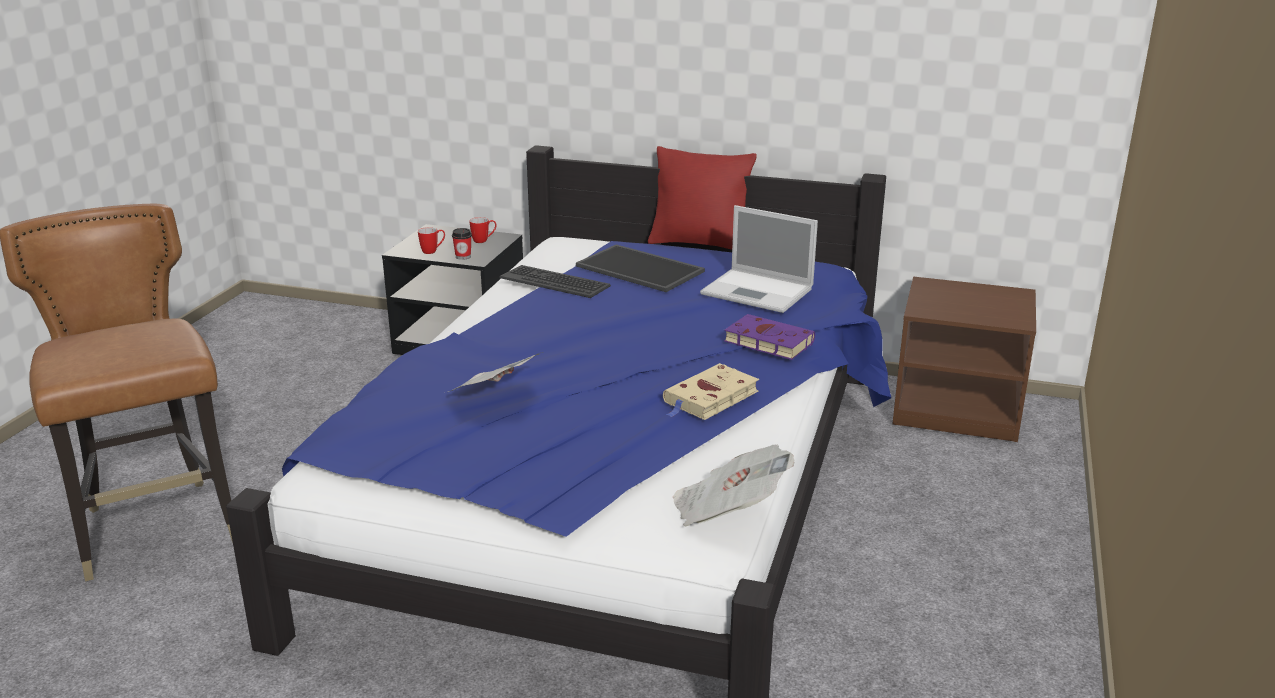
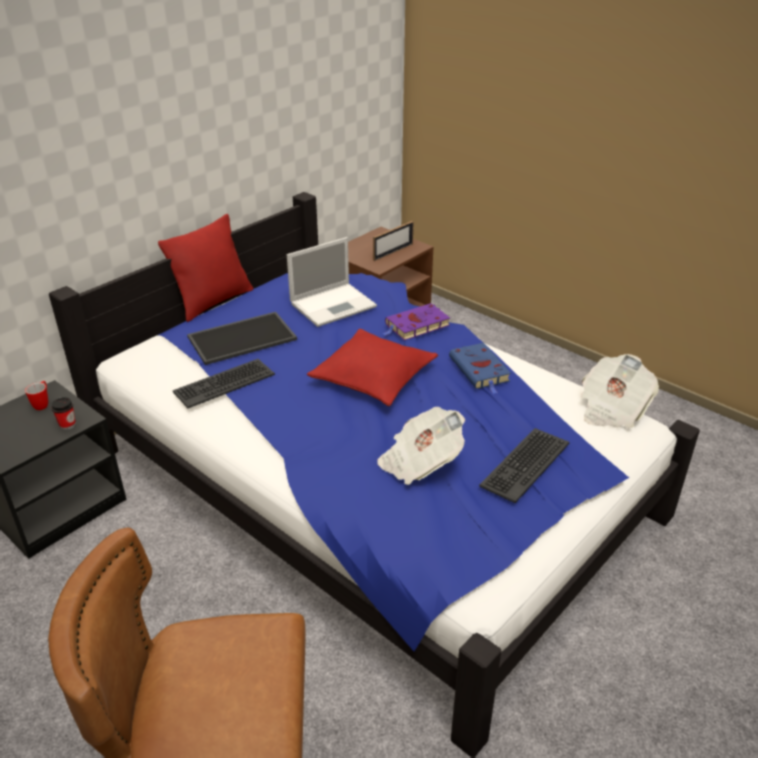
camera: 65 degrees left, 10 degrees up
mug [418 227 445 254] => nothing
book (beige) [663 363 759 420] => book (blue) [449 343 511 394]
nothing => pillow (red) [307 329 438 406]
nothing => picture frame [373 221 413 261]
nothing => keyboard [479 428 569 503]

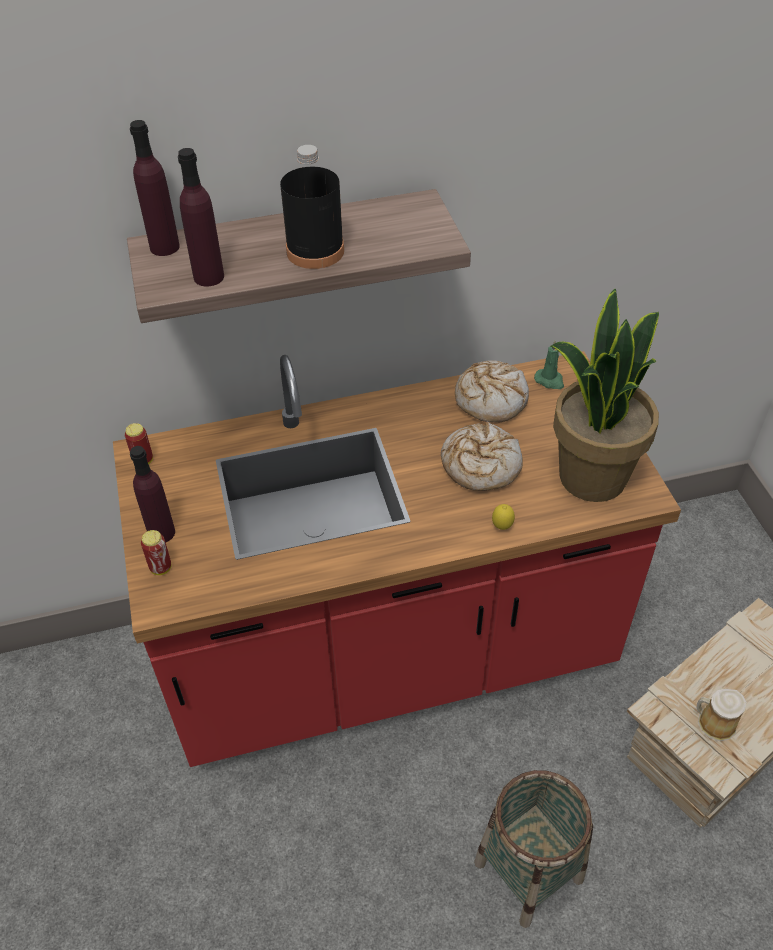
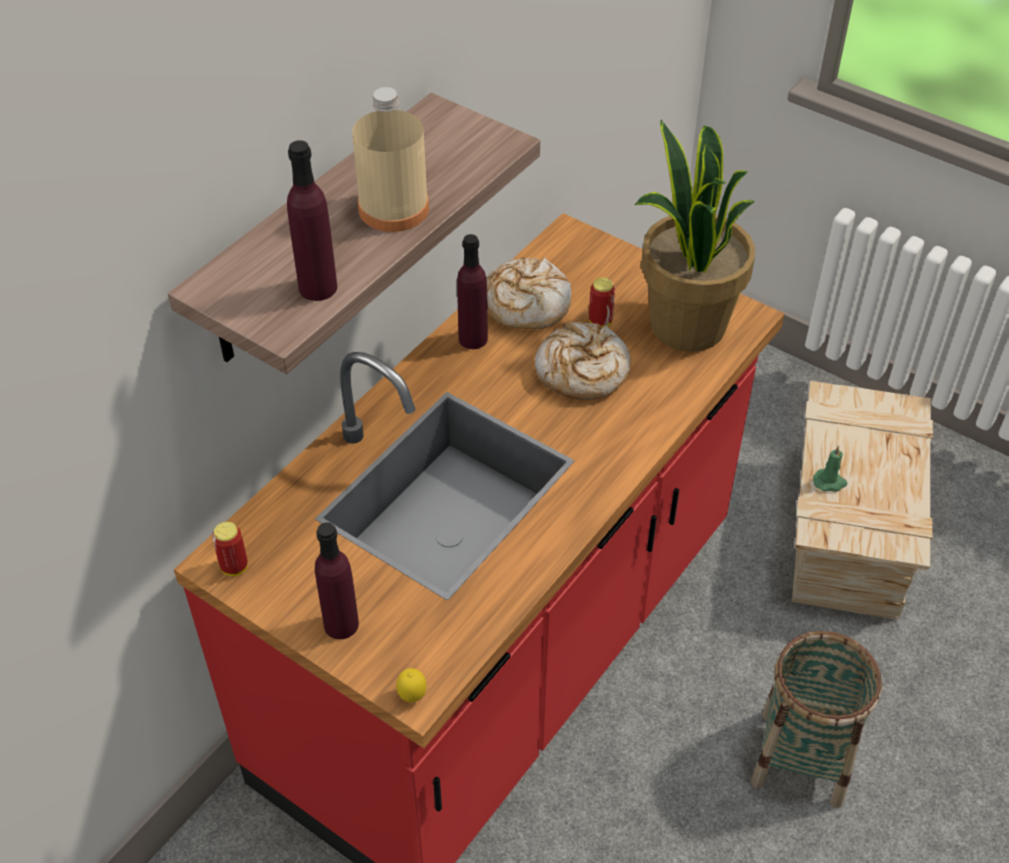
camera: 40 degrees left, 0 degrees up
bottle (purple) [130 120 180 256] => bottle (purple) [457 234 488 349], move
can [141 530 171 575] => can [589 277 615 327], move
bottle (black) [280 145 344 269] => bottle (beige) [352 87 429 232]
lemon [492 504 515 530] => lemon [396 668 427 702], move
candle (green) [534 341 564 389] => candle (green) [813 446 847 492], move
mug [696 689 747 741] => nothing

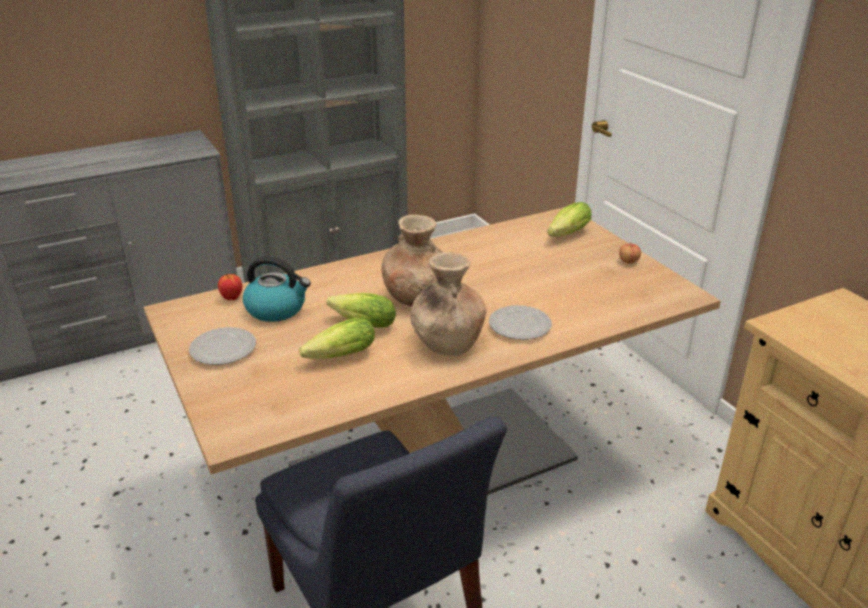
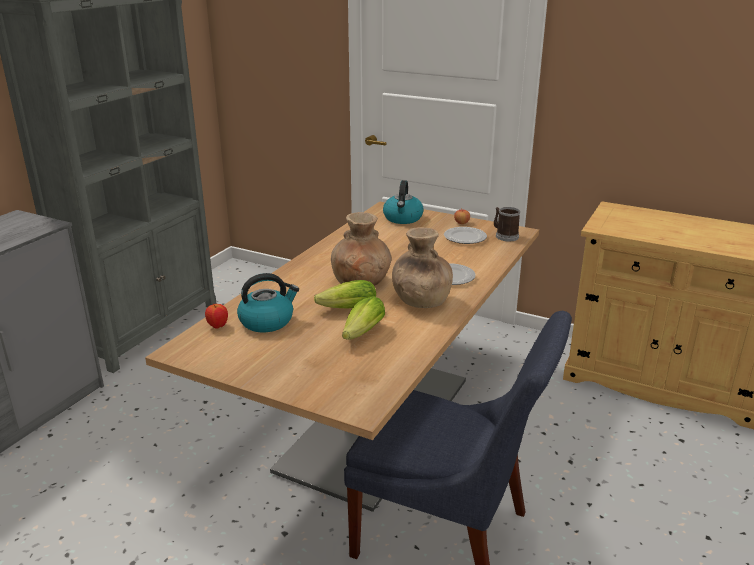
camera: 35 degrees left, 5 degrees down
plate [189 327 256 365] => plate [444 227 487 244], move
lettuce [547 202 592 237] => kettle [383 180 424 224]
nothing => mug [494 207 520 241]

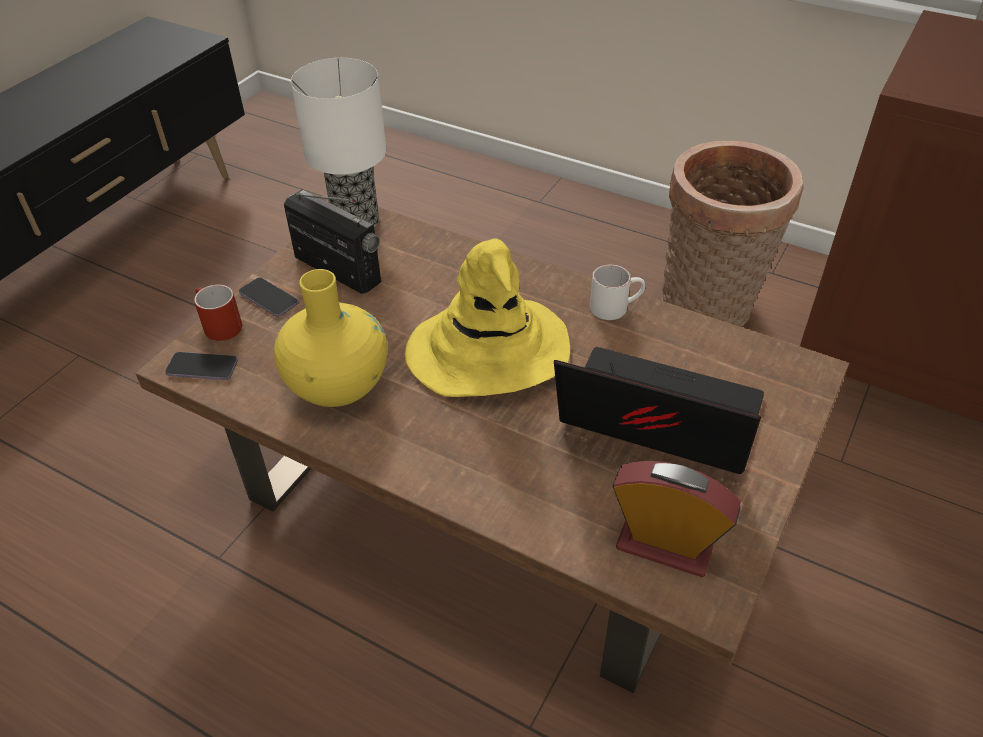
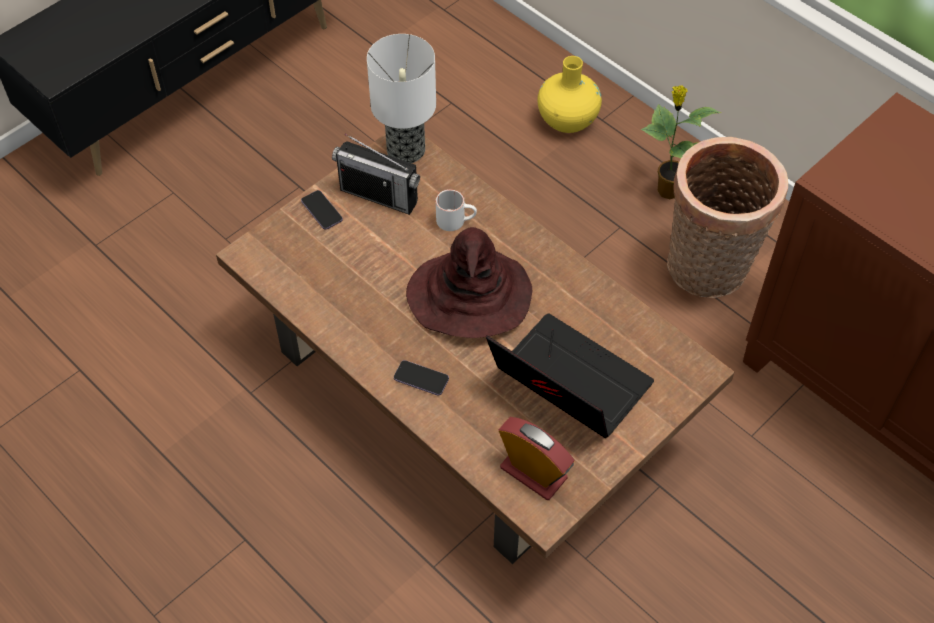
camera: 15 degrees right, 10 degrees up
phone [165 352 238 380] => phone [394 360 449 396], move
mug (red) [194 284 242 341] => nothing
vase (yellow) [274 269 388 407] => vase (yellow) [537 56 602 133], move
radio [284 190 381 294] => radio [332 134 420 215], 150 degrees clockwise
hat (yellow) [405 239 570 397] => hat (brown) [406 227 532 338]
mug (white) [590 264 645 320] => mug (white) [436 189 477 231], move
nothing => potted plant [641 85 721 199]

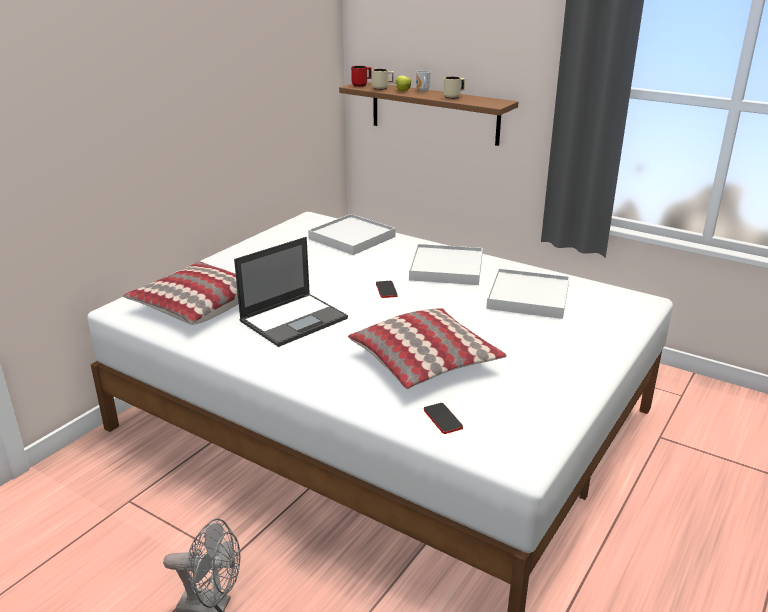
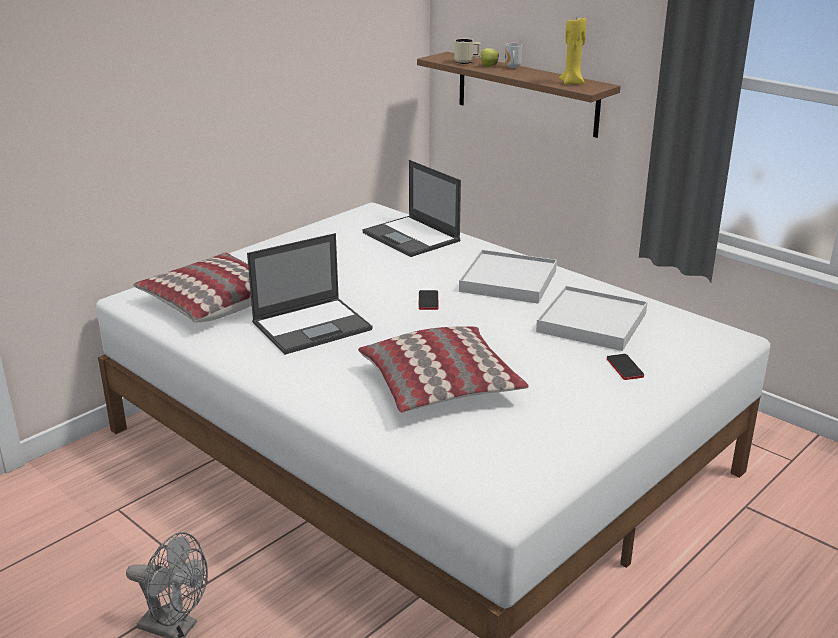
camera: 10 degrees right, 0 degrees up
tray (white) [308 214 396 255] => laptop [362 160 461 257]
mug (red) [351 66 372 87] => nothing
phone [424 403 463 434] => phone [607 354 644 380], move
mug (beige) [444 76 465 99] => nothing
nothing => candle (yellow) [559 17 586 85]

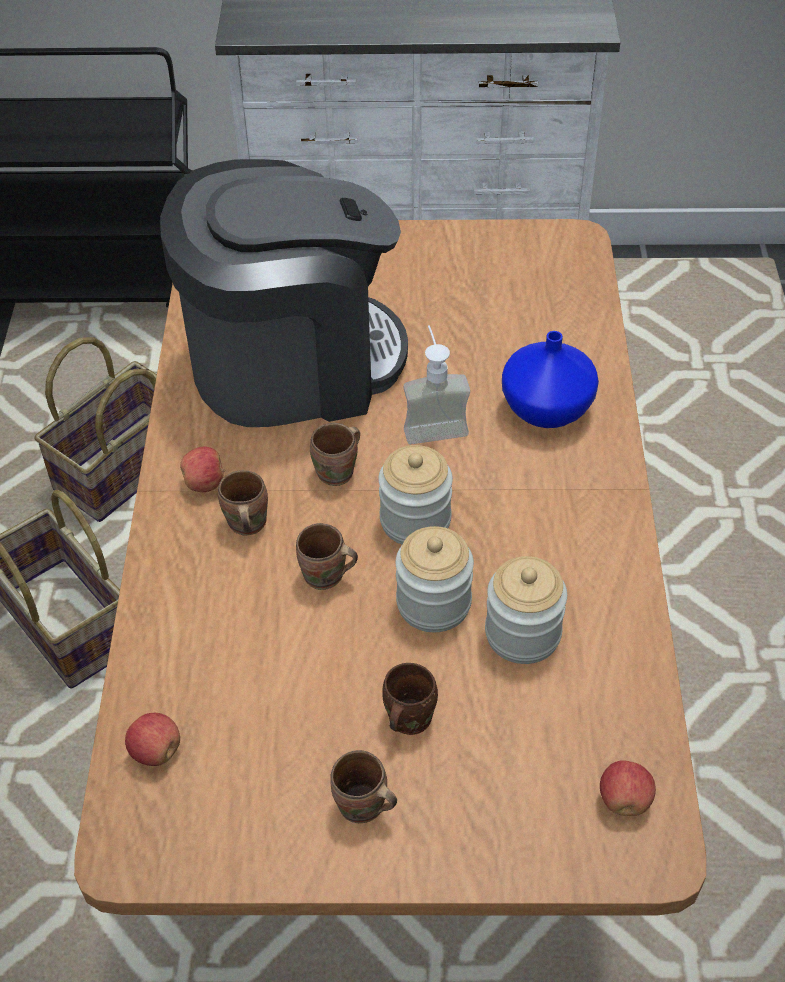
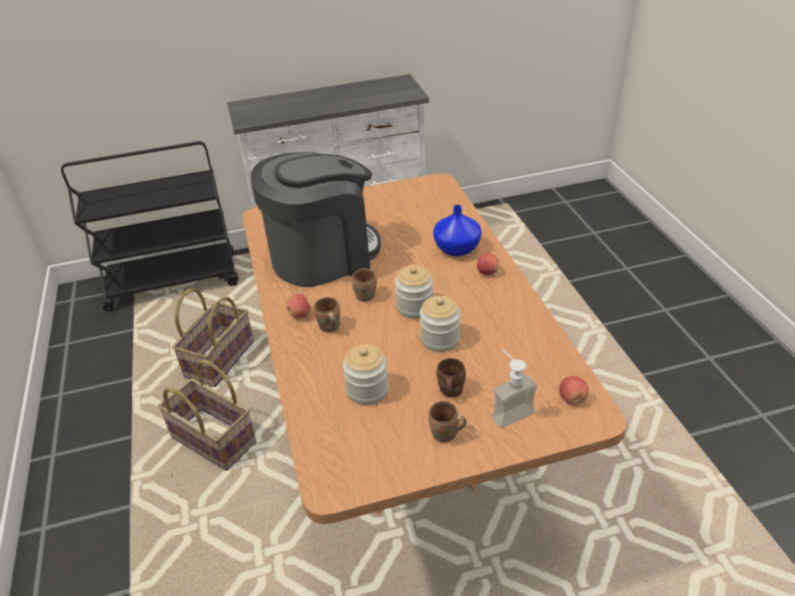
camera: 15 degrees left, 10 degrees down
apple [125 713 180 766] => apple [477 253 499 275], move
mug (brown) [296 523 358 590] => nothing
soap dispenser [403 325 470 444] => soap dispenser [492 349 537 428], move
jar [485 556 567 664] => jar [343 344 388 405], move

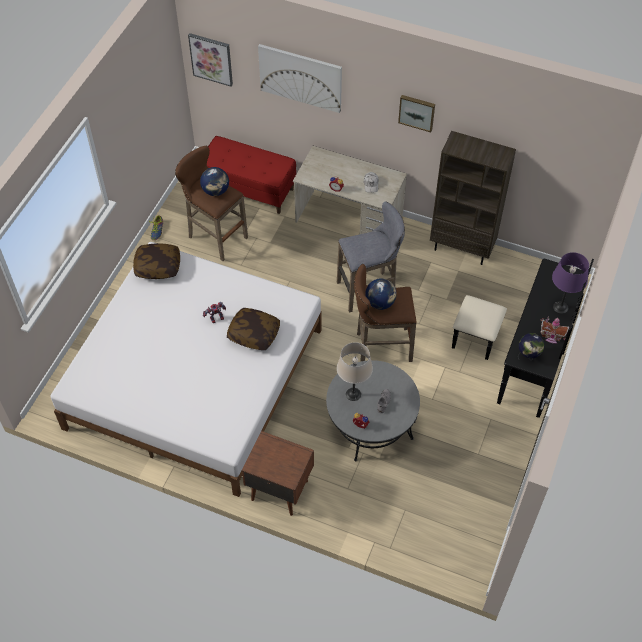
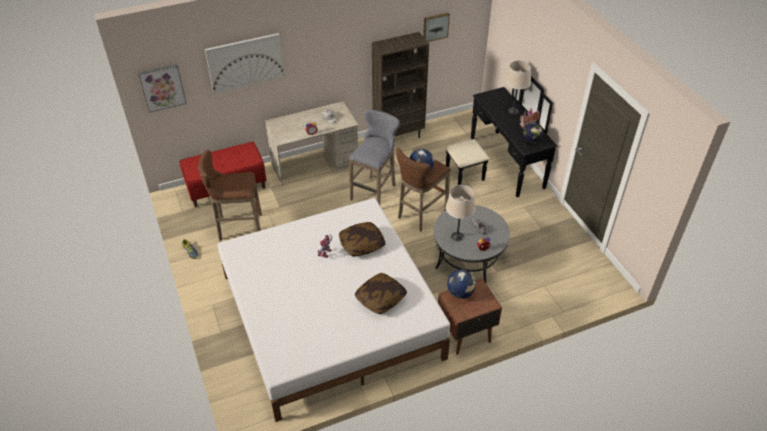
camera: 45 degrees left, 10 degrees down
pillow [133 243 180 279] => pillow [355 273 407 314], move
globe [200 167 229 196] => globe [447 269 476 298], move
picture [398 95 435 132] => picture [423 13 450 42], move
table lamp (purple) [552 252 589 314] => table lamp (beige) [505 60 531 114]

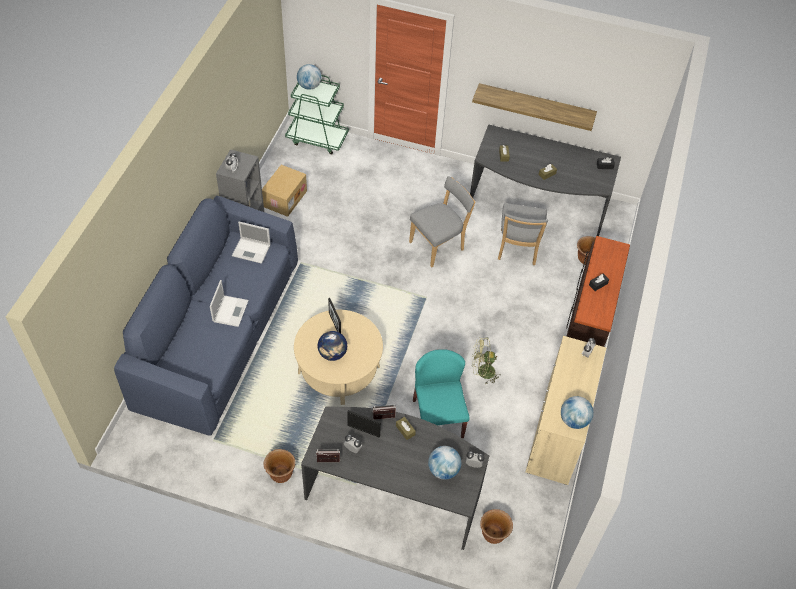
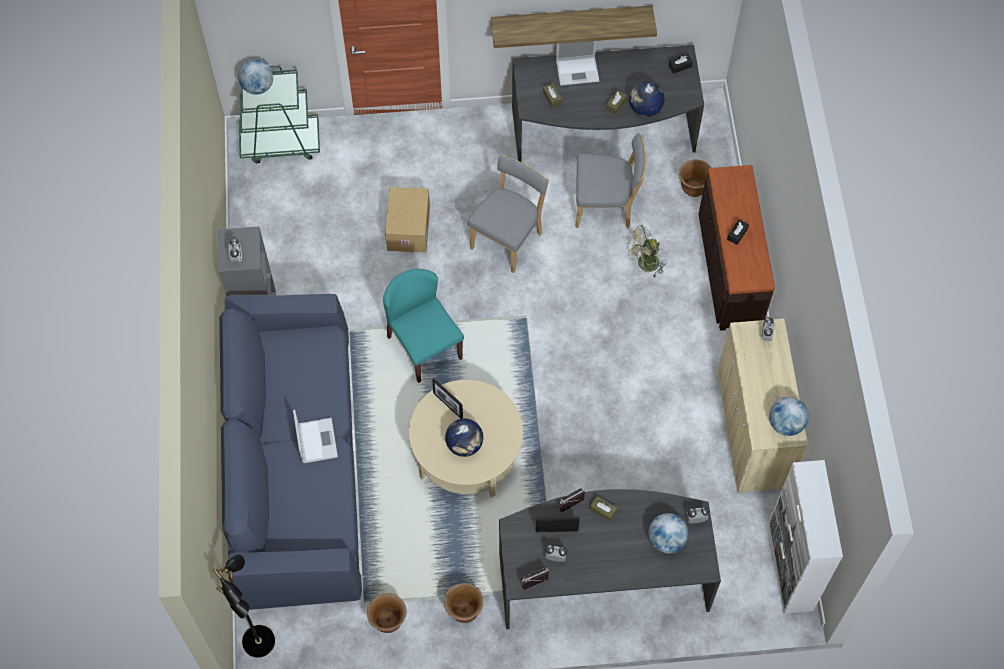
camera: 20 degrees left, 10 degrees up
laptop [232 221 271 264] => laptop [556 41 599 86], move
cardboard box [262 165 307 217] => cardboard box [385 187 430 253], move
chair (turquoise) [413 349 470 438] => chair (turquoise) [383 269 464 383], move
fan (green) [472 337 501 384] => fan (green) [626 225 666 277], move
planter (brown) [480 509 513 544] => planter (brown) [367 593 407 633], move
chair (grey) [498 203 548 265] => chair (grey) [575 133 646 229], 75 degrees counterclockwise
nothing => floor lamp (black) [213 554 275 658]
nothing => globe [629 81 665 117]
nothing => cabinet (white) [768 460 843 614]

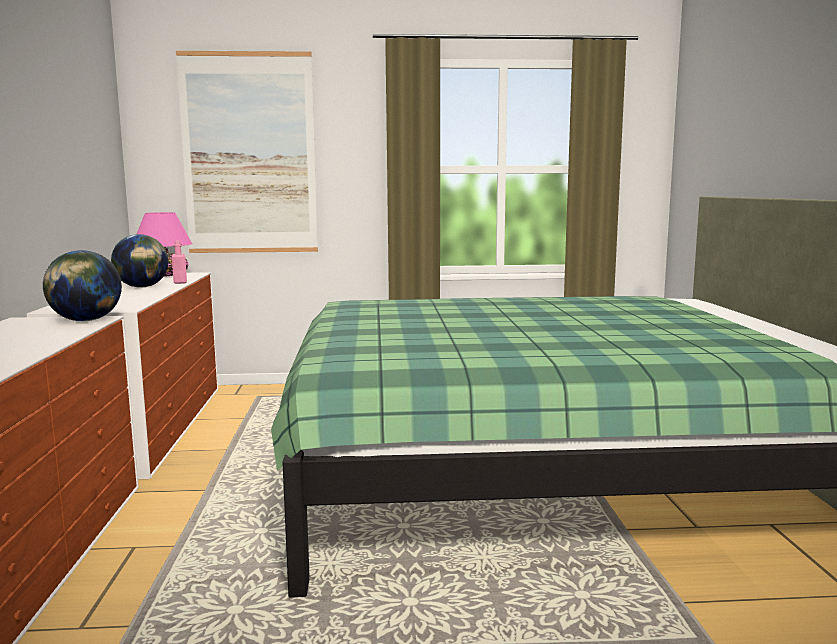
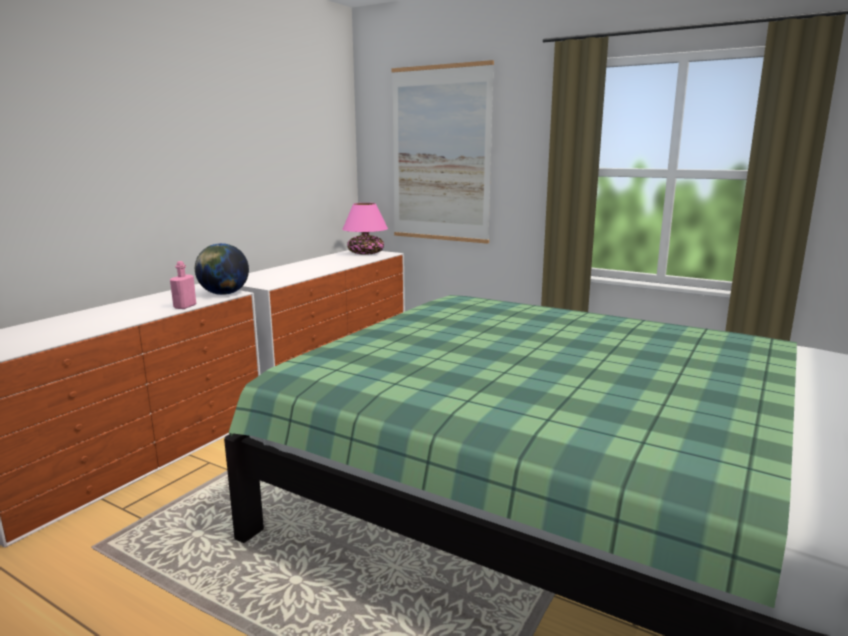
camera: 35 degrees right, 5 degrees up
globe [111 234 168 288] => nothing
bottle (pink) [172 240 187 284] => bottle (pink) [170 261 196 309], move

